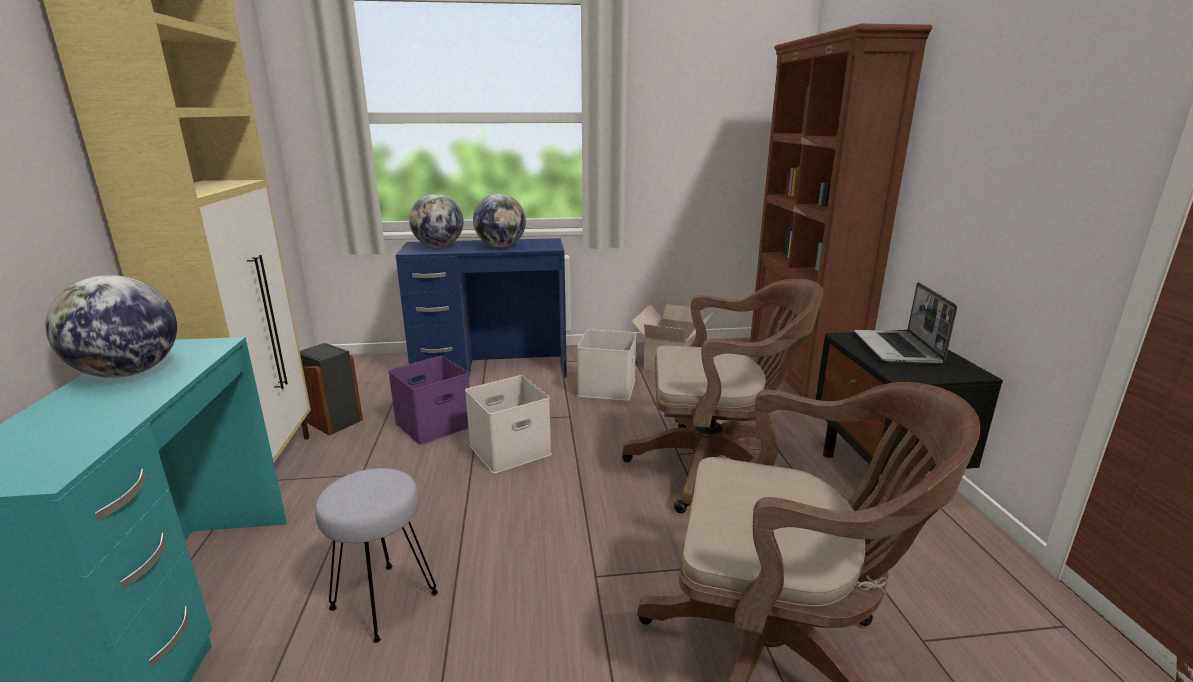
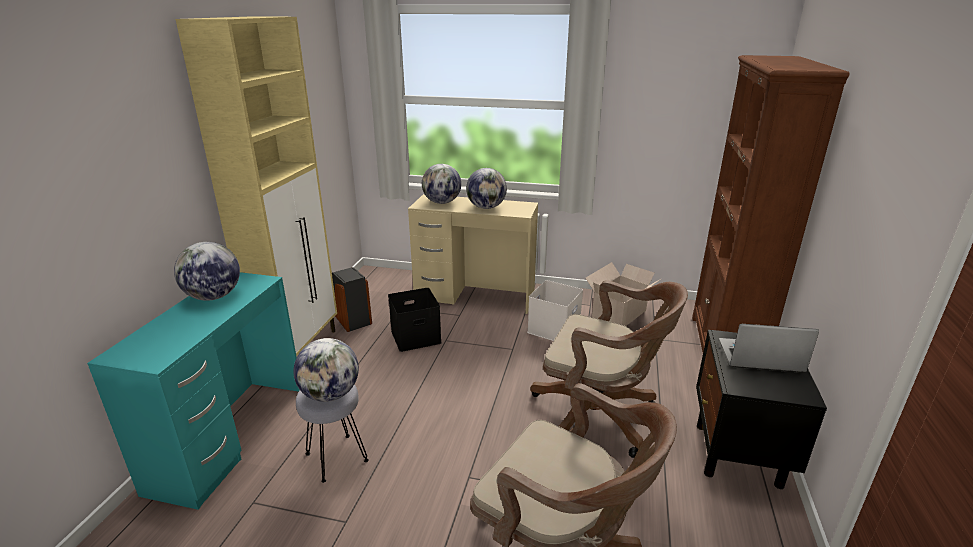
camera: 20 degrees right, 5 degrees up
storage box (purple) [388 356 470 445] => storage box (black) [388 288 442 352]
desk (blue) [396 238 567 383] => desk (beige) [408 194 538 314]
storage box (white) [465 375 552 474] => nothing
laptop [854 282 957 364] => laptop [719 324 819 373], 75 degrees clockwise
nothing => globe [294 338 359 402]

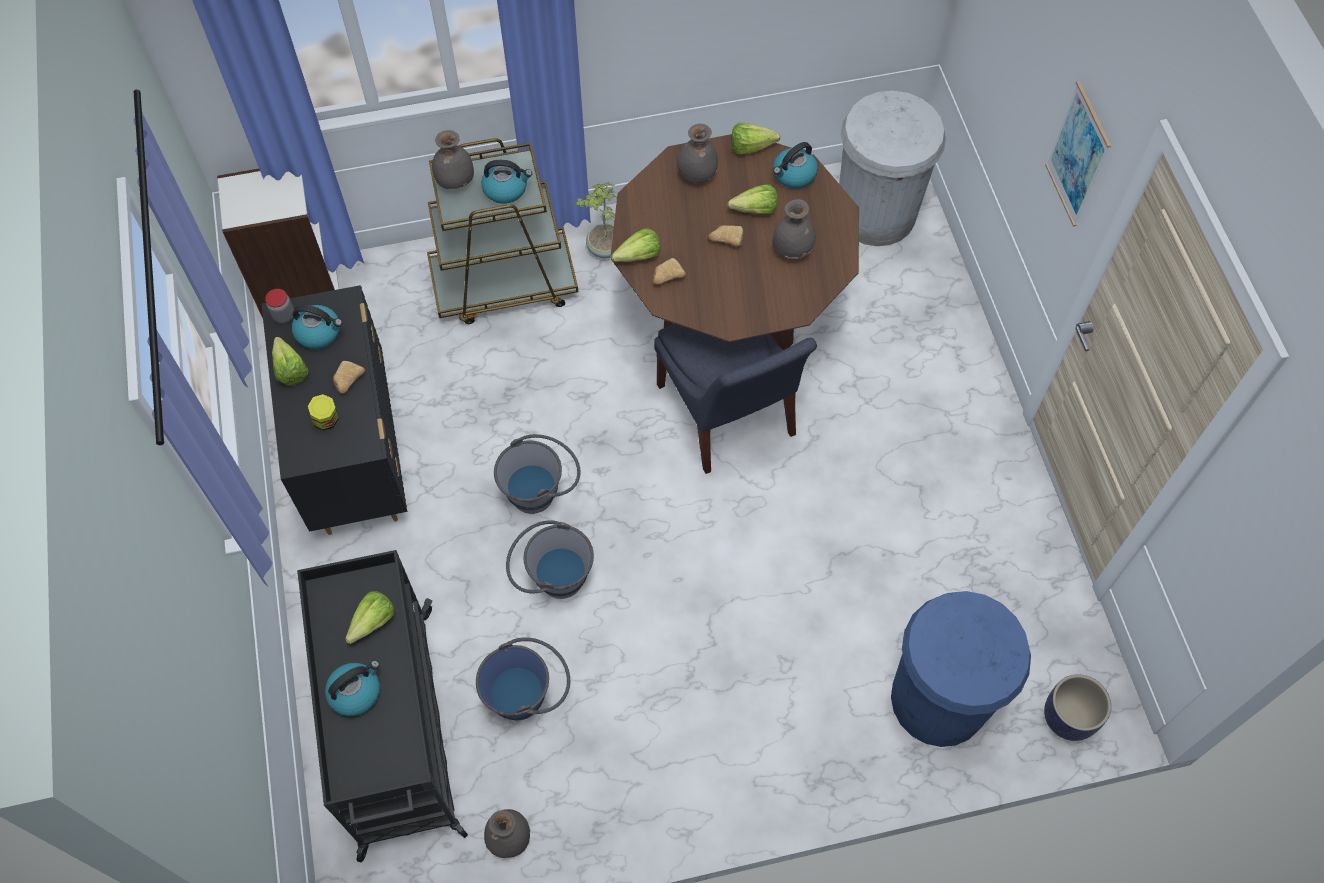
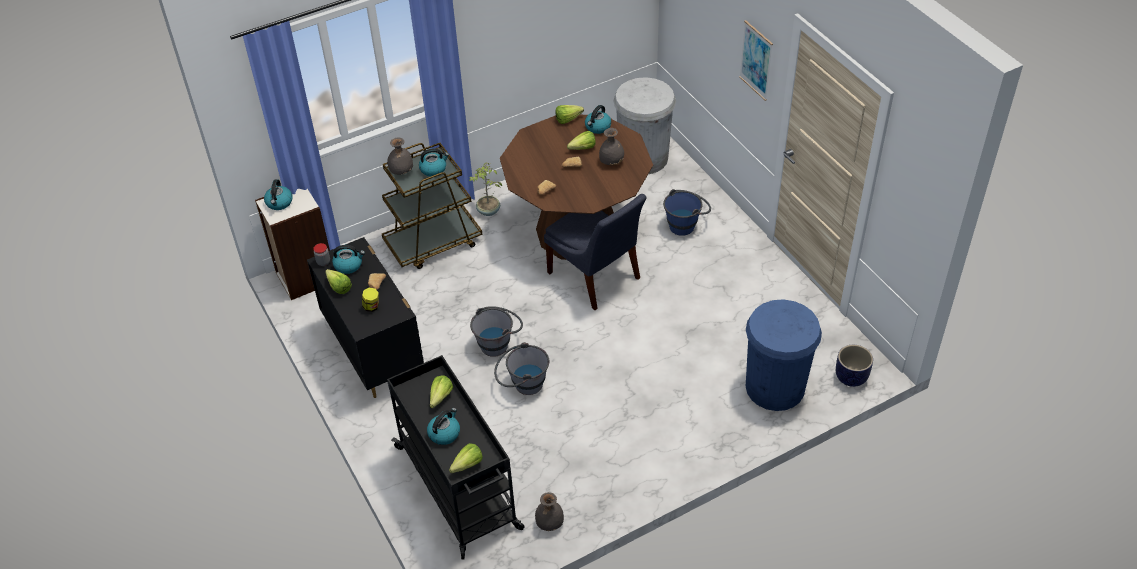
camera: 15 degrees left, 15 degrees down
bucket (blue) [476 637 570 720] => bucket (blue) [663 189 711 236], move
lettuce [611 228 661 262] => lettuce [449 443 483 473], move
vase (grey) [677 123 718 183] => nothing
nothing => kettle [264 179 293 210]

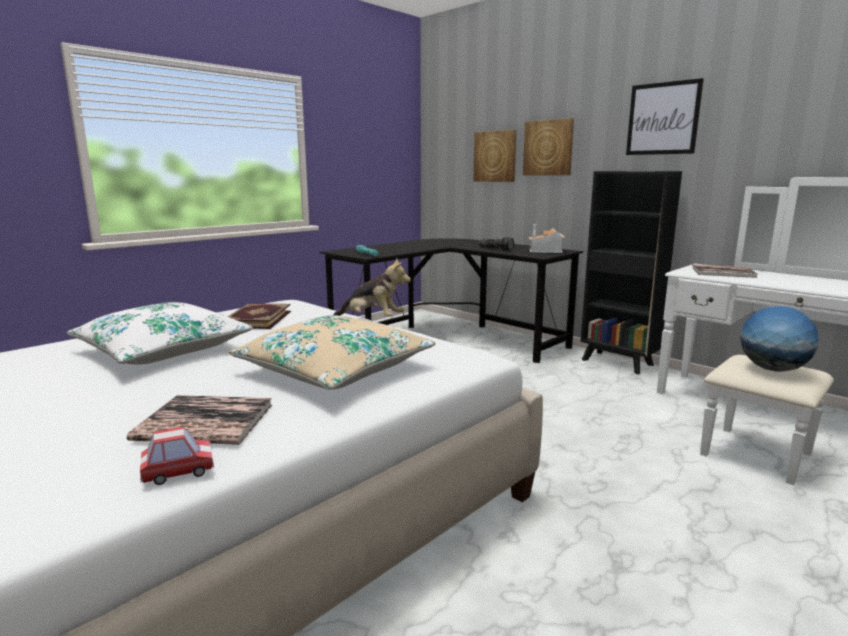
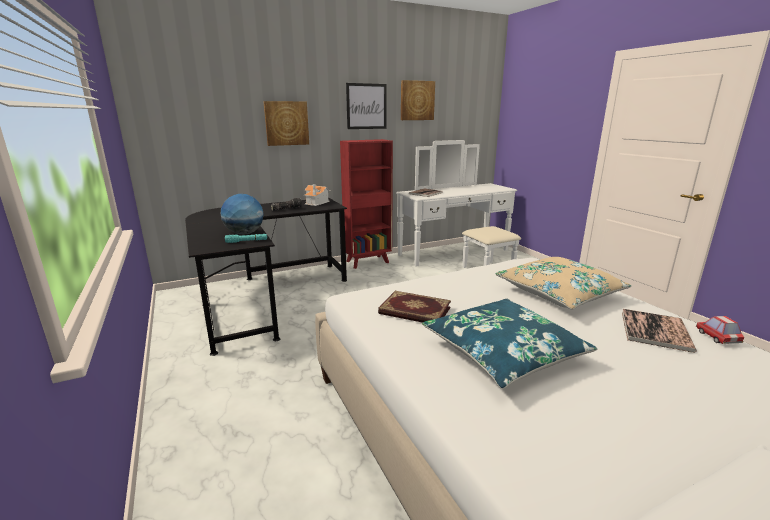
camera: 70 degrees left, 5 degrees up
pillow (white) [67 302 253 365] => pillow (blue) [422 299 597 389]
plush toy [334 258 411 316] => nothing
picture [474 130 517 182] => picture [401 80 435 120], move
bookcase (black) [581 171 682 374] => bookcase (red) [340 139 393 269]
globe [740 306 818 372] => globe [221 194 264 235], move

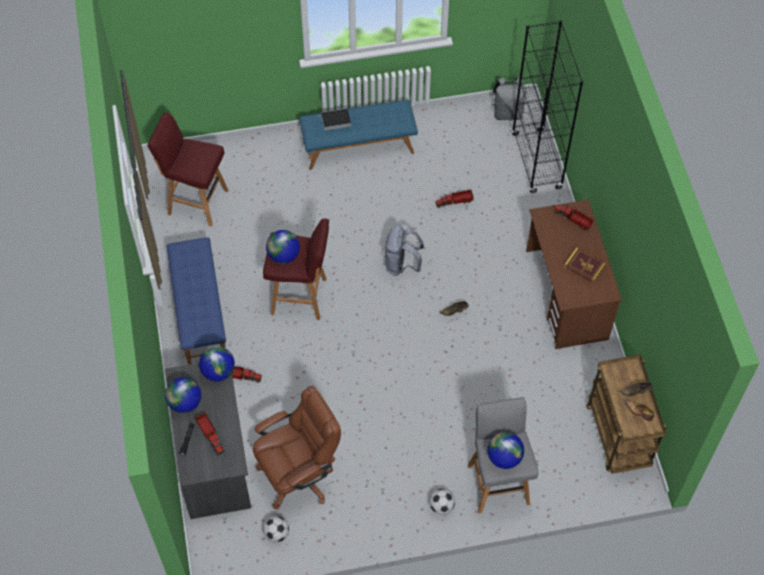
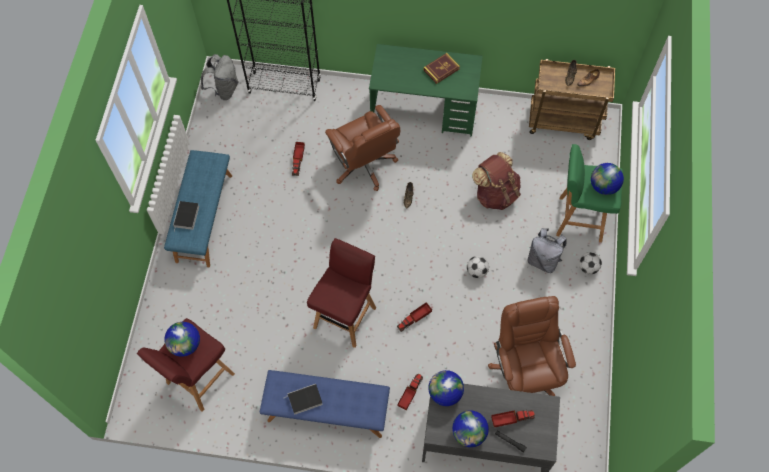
camera: 70 degrees left, 5 degrees up
football [263 516 289 542] => football [467 256 489 278], move
globe [266 230 300 264] => globe [164 322 200 357], move
backpack (grey) [384 225 424 276] => backpack (grey) [527 228 567 273], move
stool (grey) [468 397 538 513] => stool (green) [556 144 623 242]
desk (brown) [526 200 622 349] => desk (green) [369 44 483 137]
toy truck [554 206 593 230] => toy truck [397 302 432 332], move
nothing => book [283 384 323 415]
nothing => office chair (brown) [325 105 400 191]
nothing => backpack (brown) [472 152 521 210]

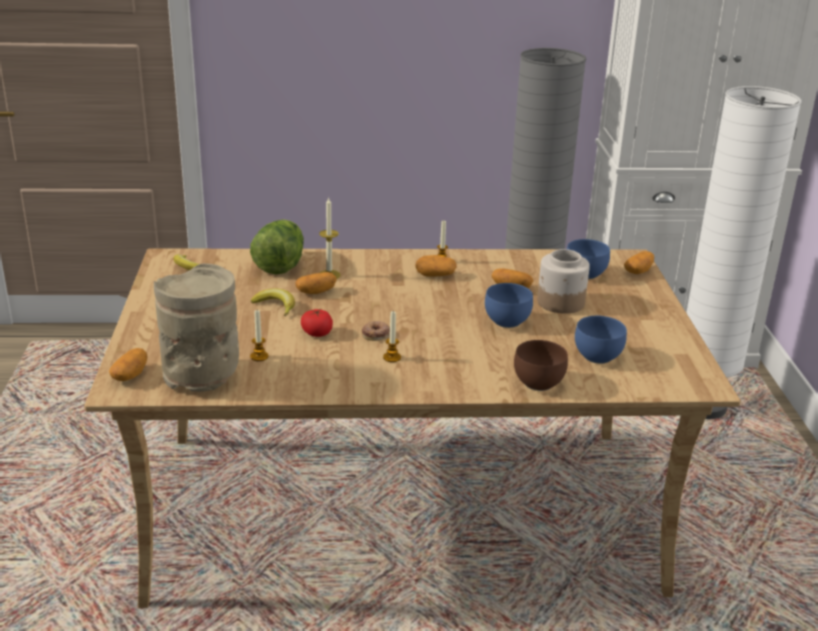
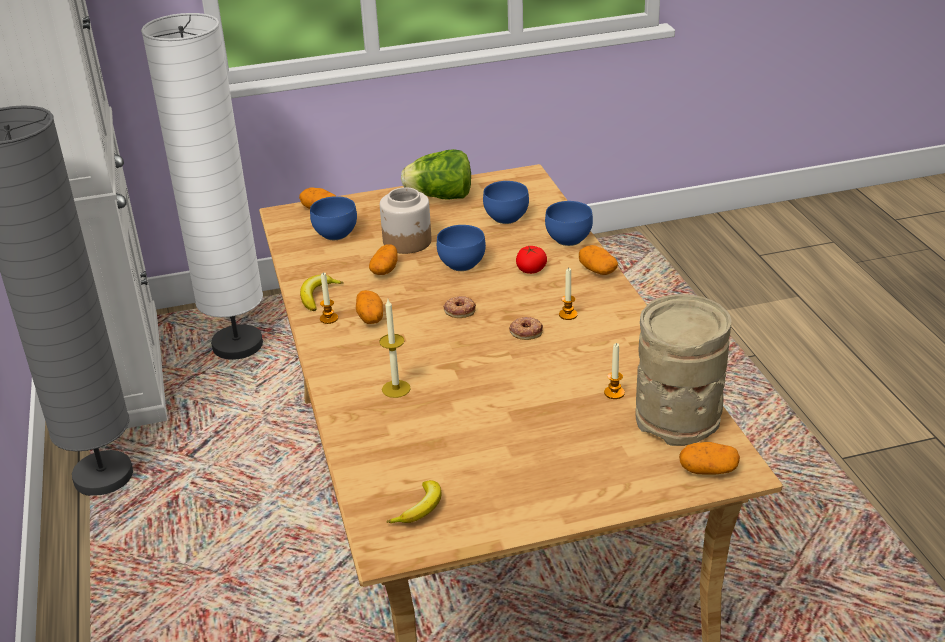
camera: 100 degrees left, 5 degrees up
lettuce [250 220 304 274] => lettuce [401 149 471 199], move
banana [251 289 295 316] => banana [300 275 344 311], move
potato [295 272 337 294] => potato [579 245 618 275], move
tomato [301 309 333 337] => tomato [516 246 547 274], move
bowl (brown) [514 340 568 391] => bowl (blue) [545 201 593 246]
nothing => donut [443 296 476 318]

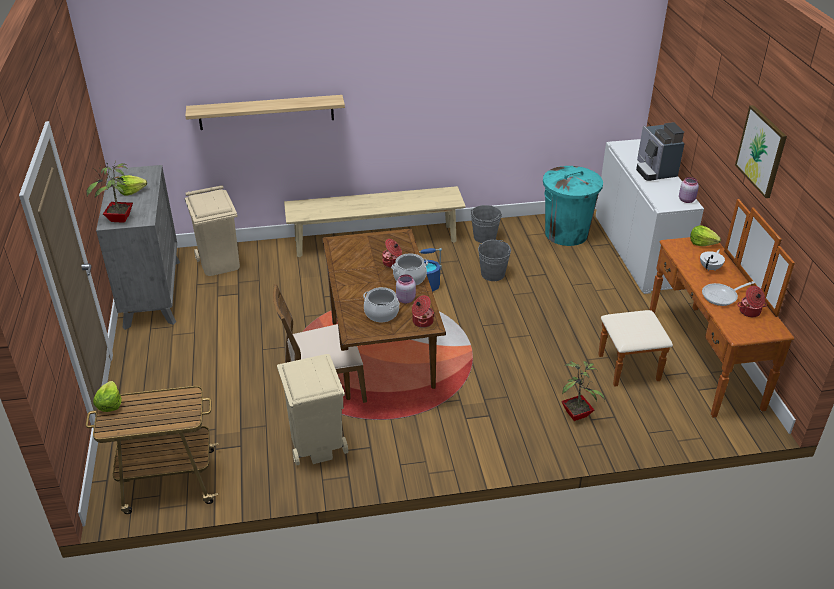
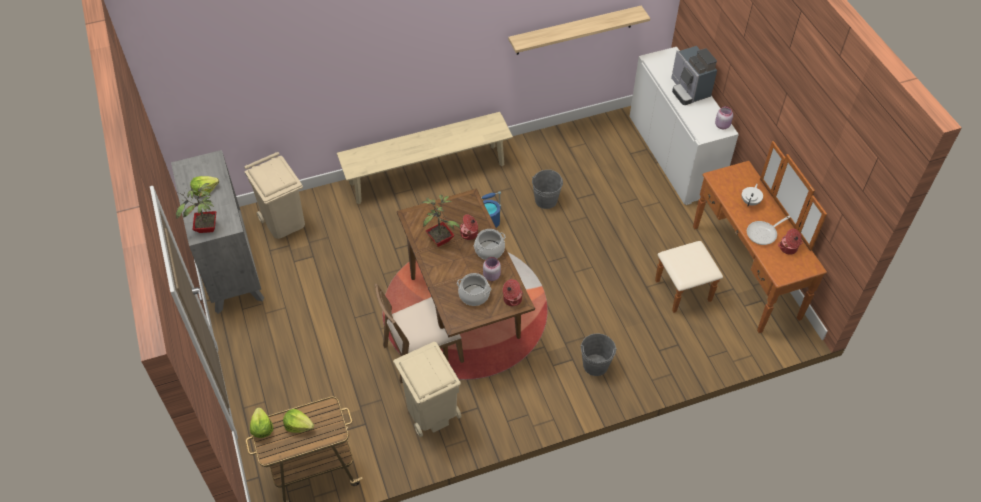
camera: 10 degrees left, 15 degrees up
shelf [185 95 345 130] => shelf [508 5 650 55], move
bucket (grey) [471 205 502 243] => bucket (grey) [581 334 617 376], move
trash can (turquoise) [543 166 603 246] => nothing
potted plant [561 361 605 421] => potted plant [422 195 461 247], move
lettuce [690 225 721 246] => lettuce [283 409 314 433], move
picture [735 105 787 198] => nothing

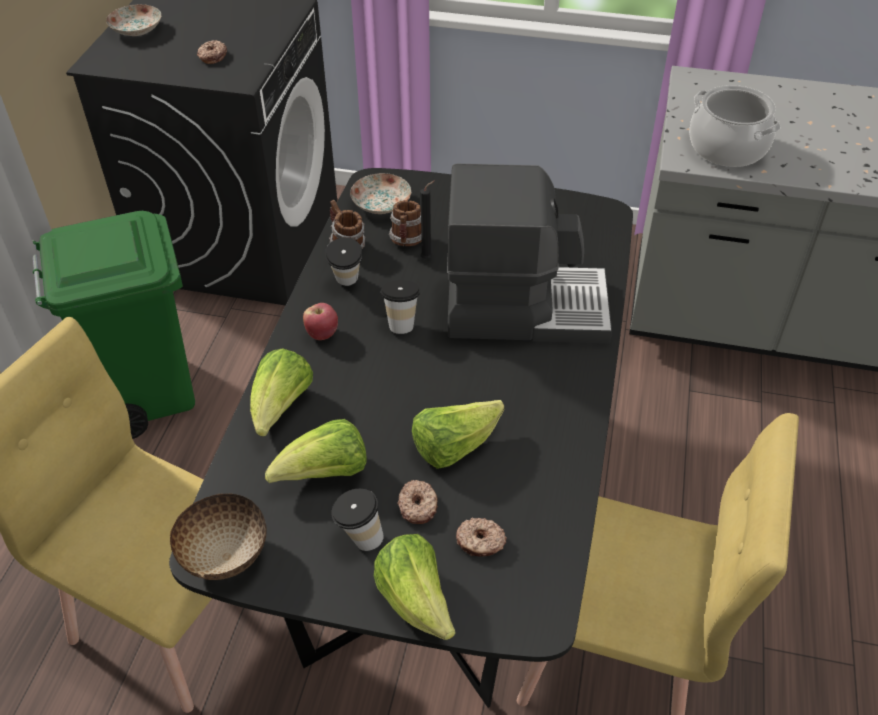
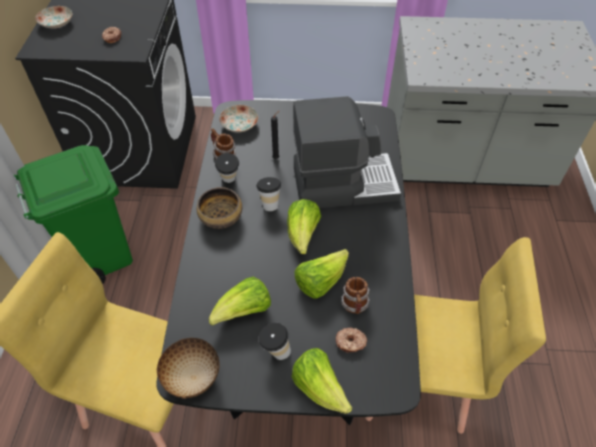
camera: 10 degrees left, 5 degrees up
lettuce [250 348 313 436] => lettuce [287 199 321 254], move
apple [303 303 338 340] => bowl [197 187 242 229]
mug [389 200 421 246] => mug [341 277 370 314], move
donut [397 480 438 524] => nothing
cooking pot [689 85 781 167] => nothing

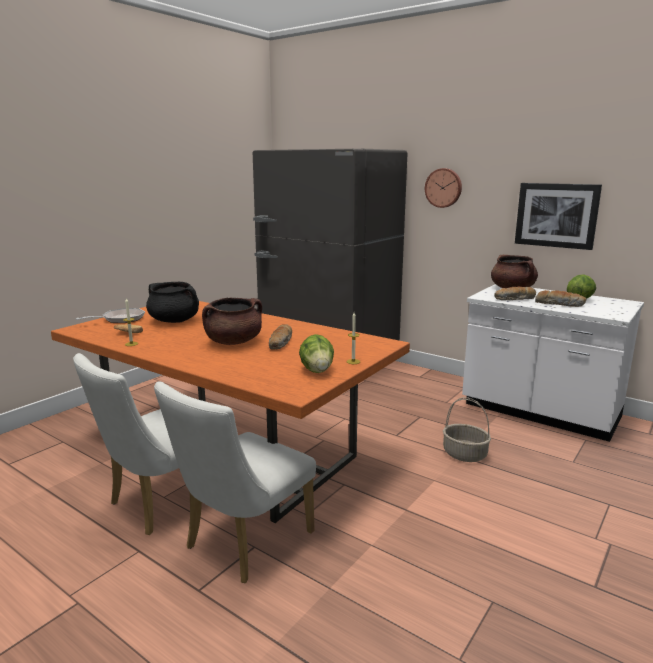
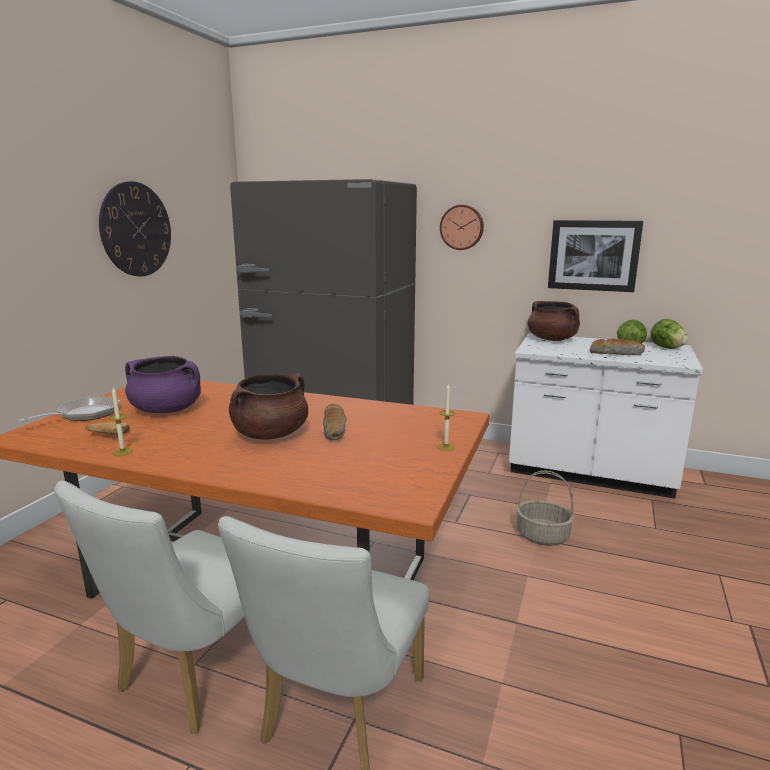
camera: 15 degrees left, 0 degrees up
cooking pot (black) [146 282 199 323] => cooking pot (purple) [125 356 201 413]
lettuce [299 334 334 373] => lettuce [650 319 688 349], move
bread [495 286 536 300] => nothing
nothing => wall clock [99 181 171 276]

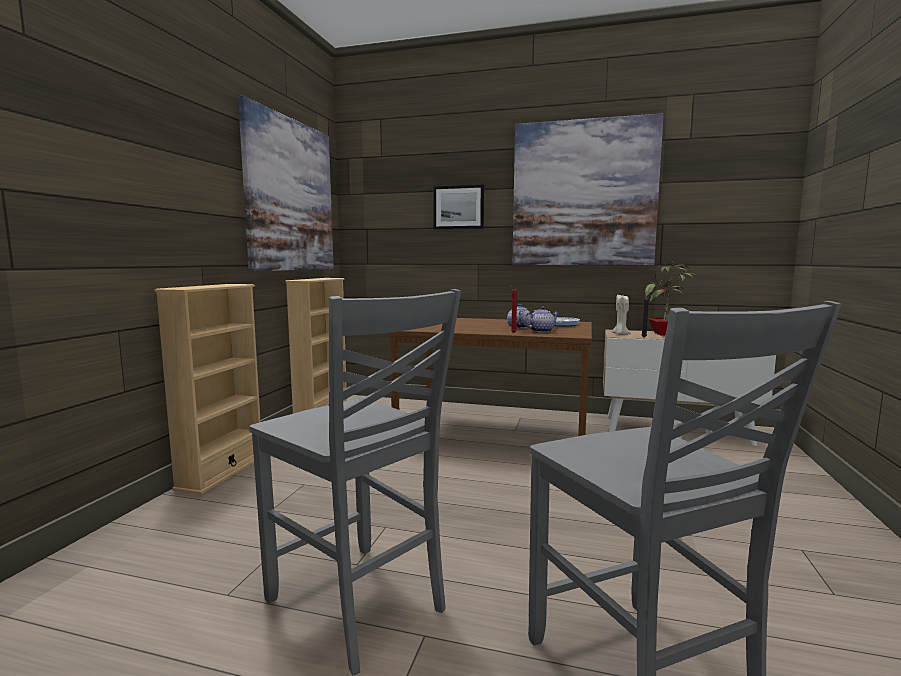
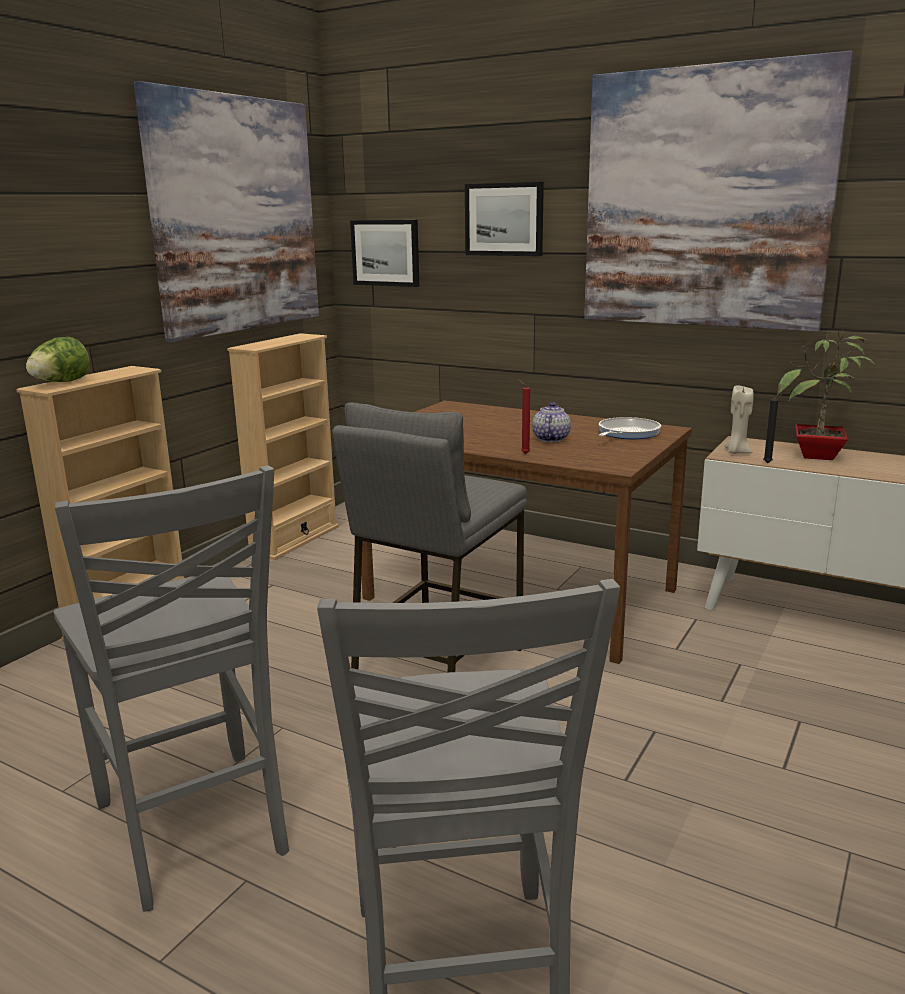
camera: 15 degrees right, 10 degrees up
teapot [524 306 559 333] => nothing
nothing => lettuce [26 337 90 382]
nothing => stool (grey) [332 402 527 673]
nothing => picture [350 220 419 287]

